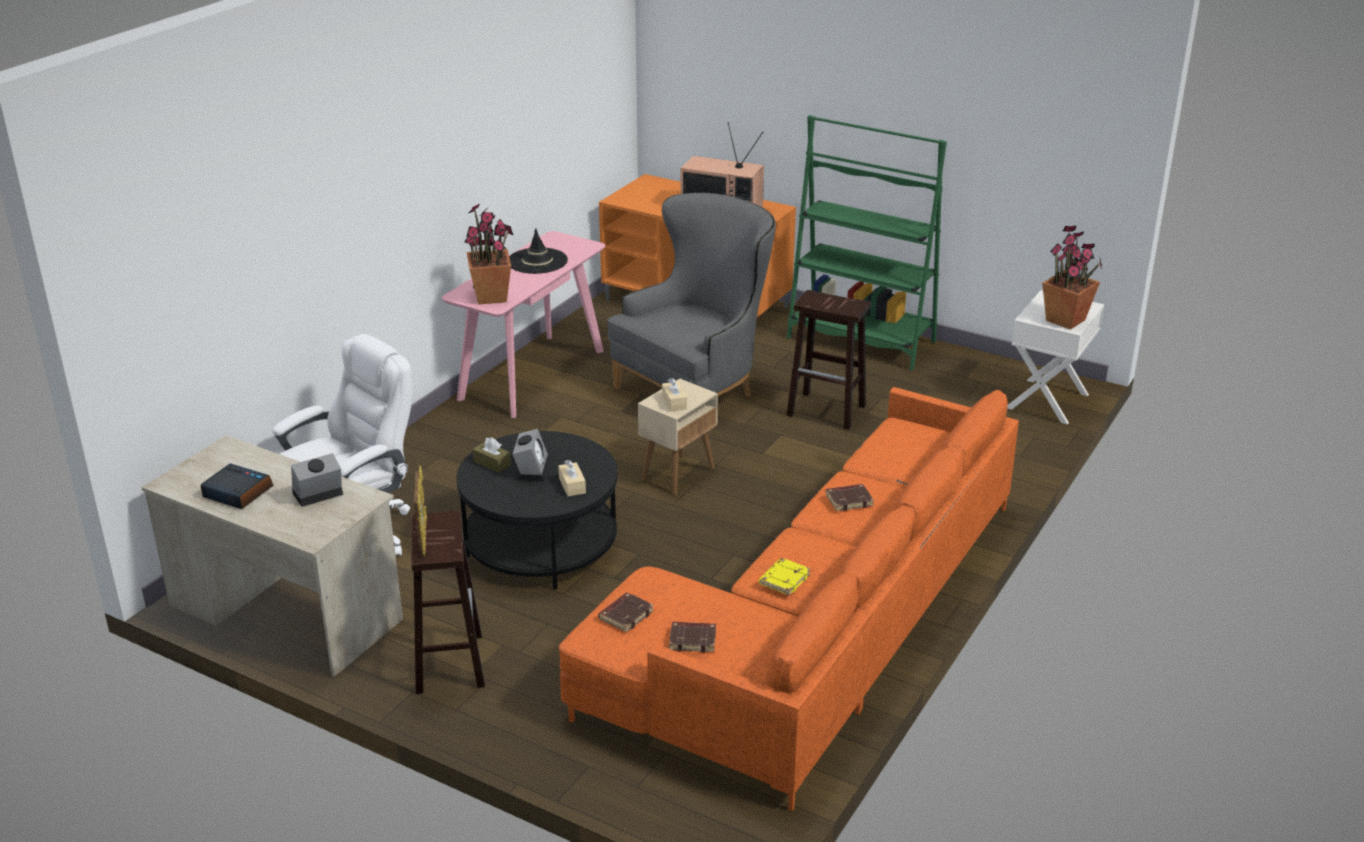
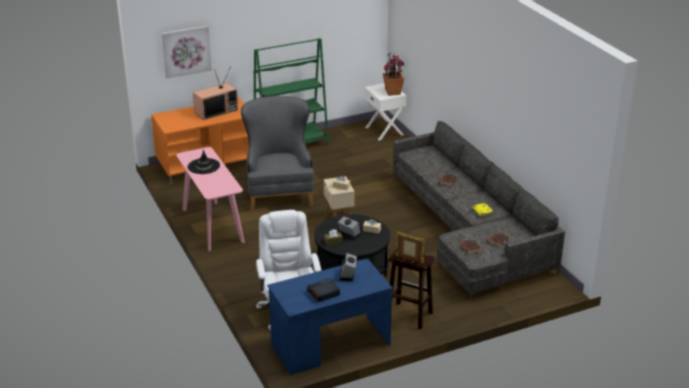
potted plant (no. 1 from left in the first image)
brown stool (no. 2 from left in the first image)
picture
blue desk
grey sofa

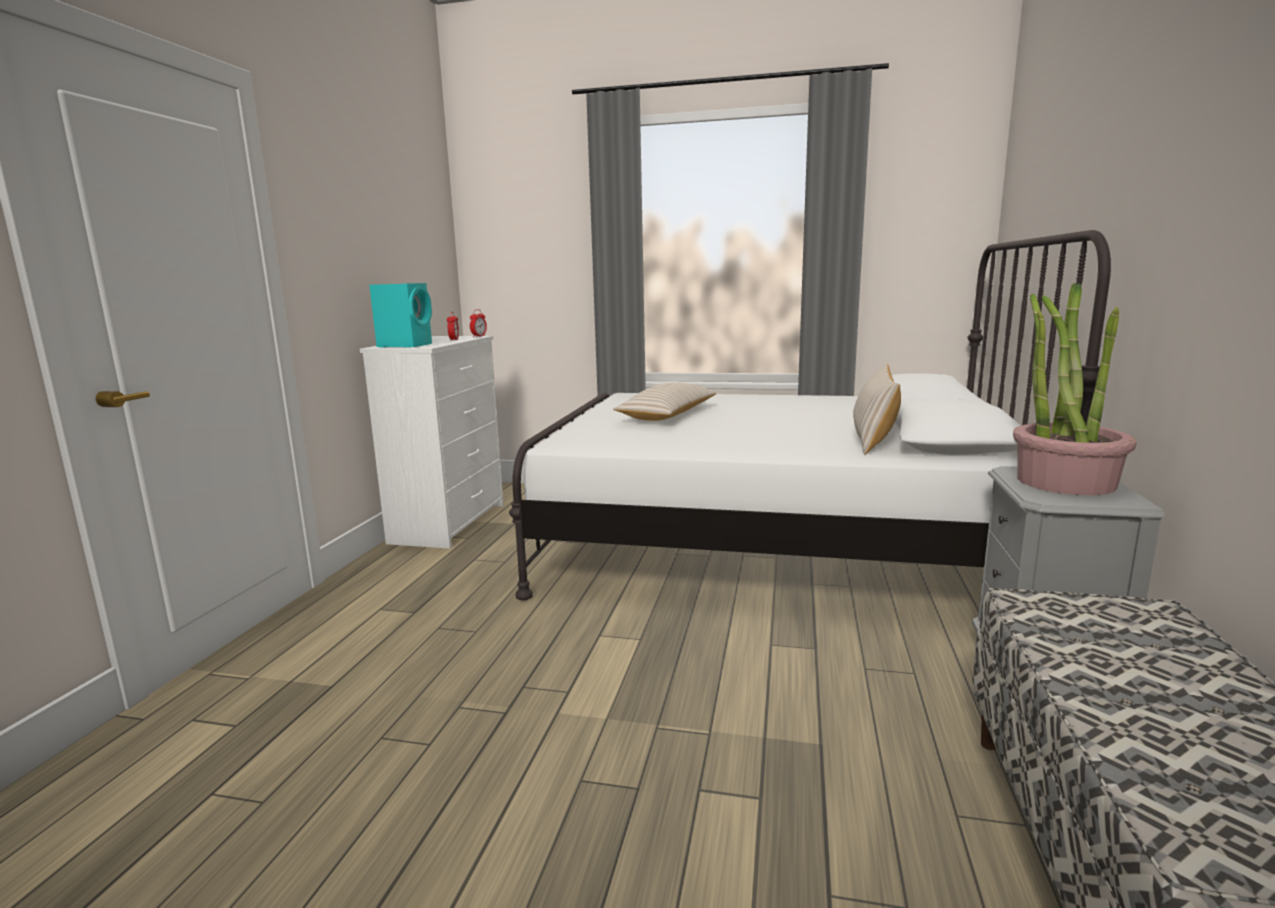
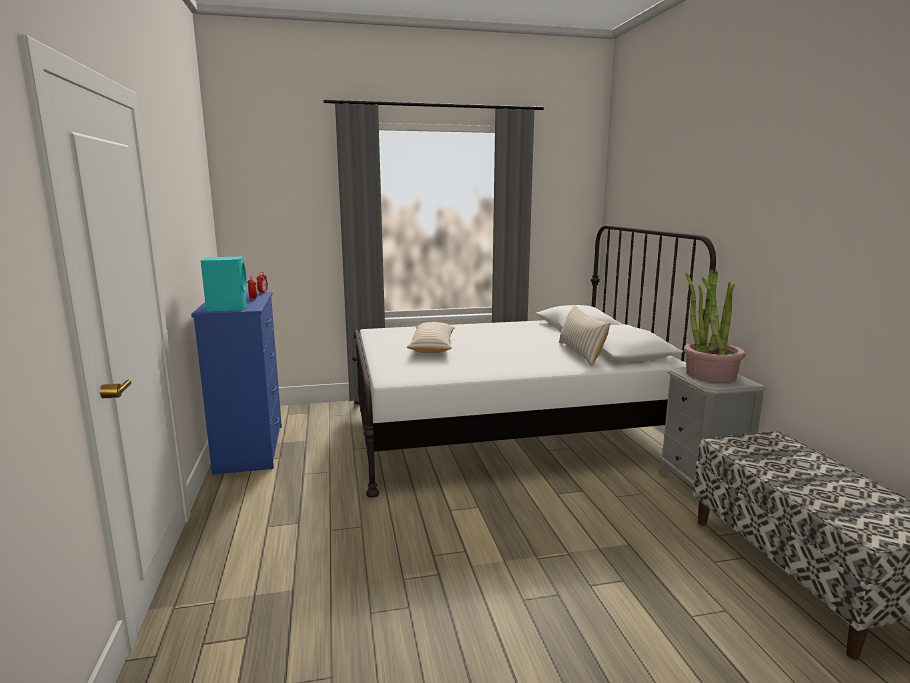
blue dresser

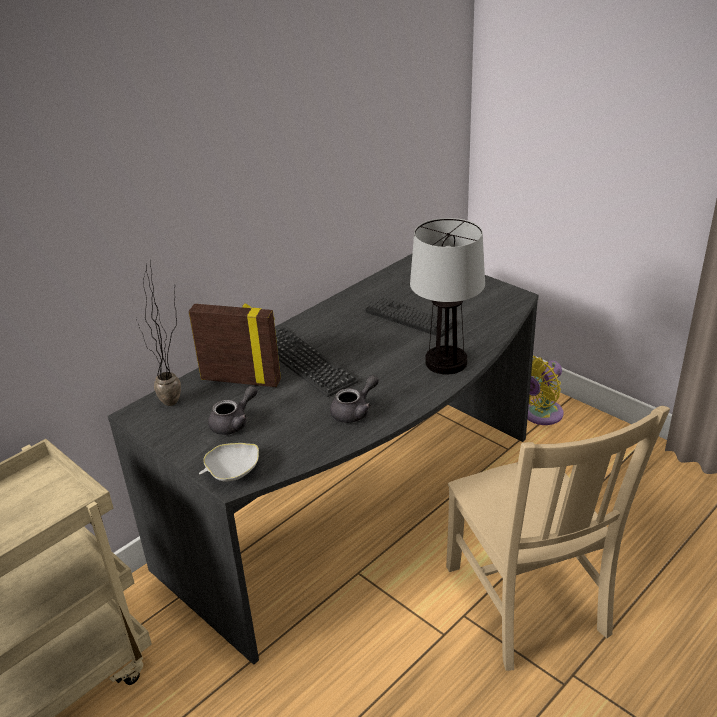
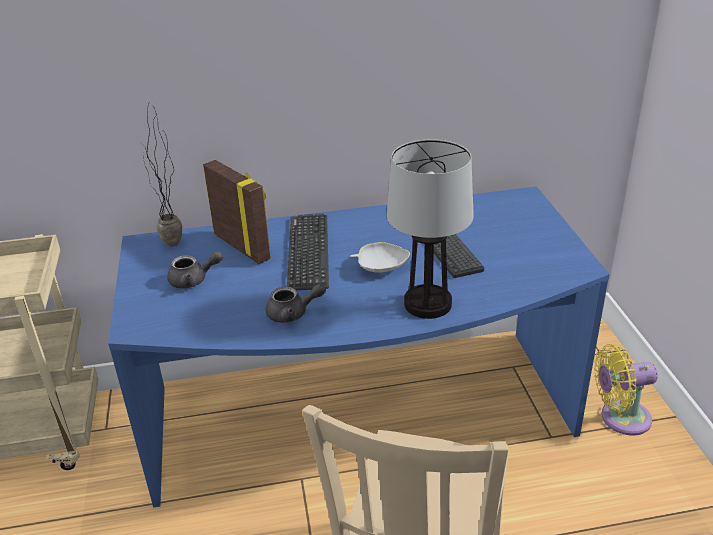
white bowl
blue desk

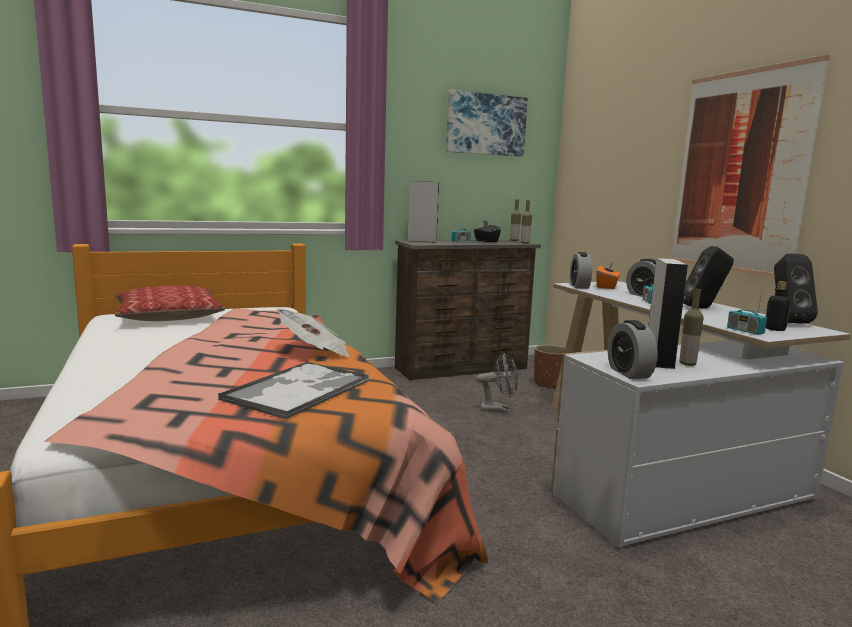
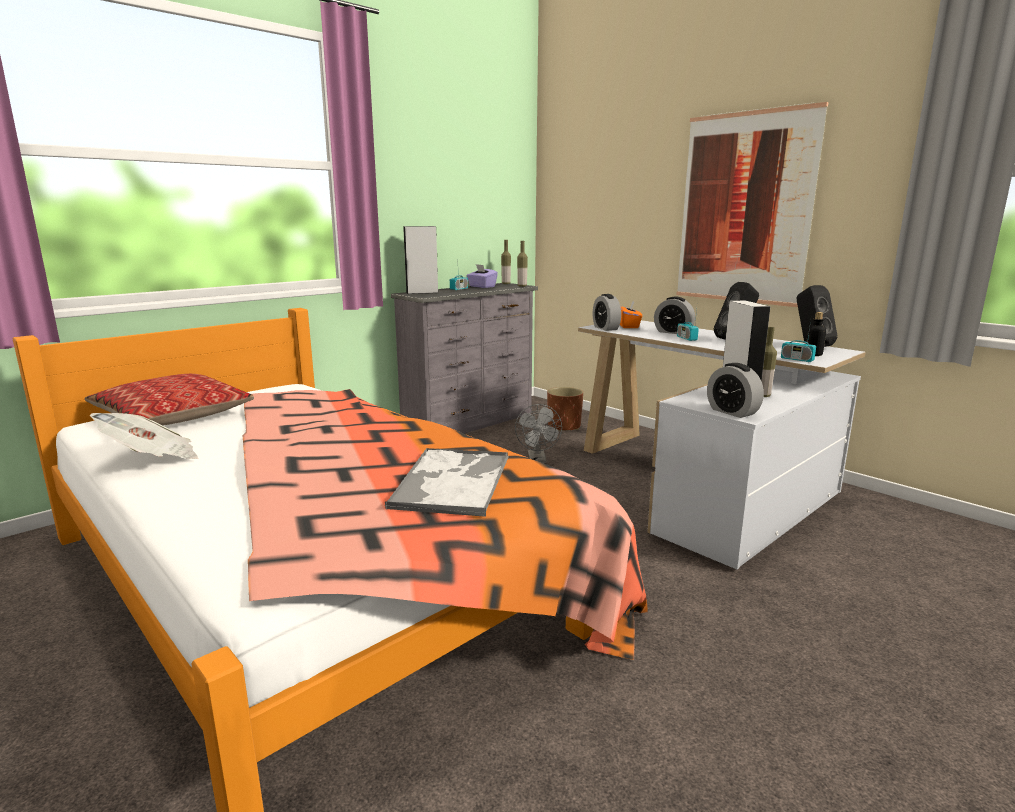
picture (no. 1 from left in the first image)
newspaper
grey dresser
purple tissue box
grey fan

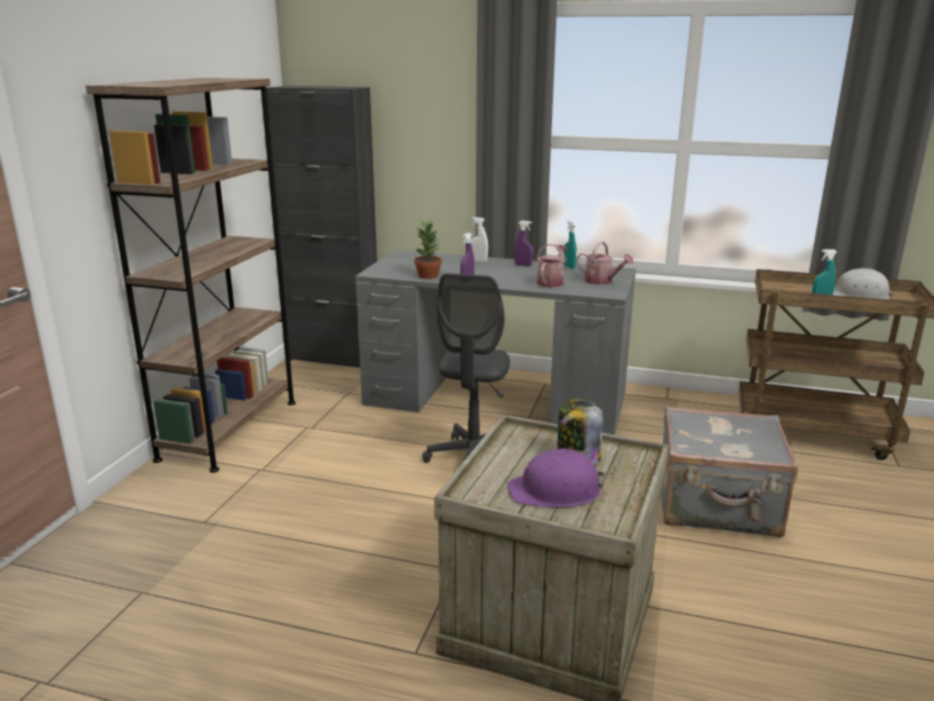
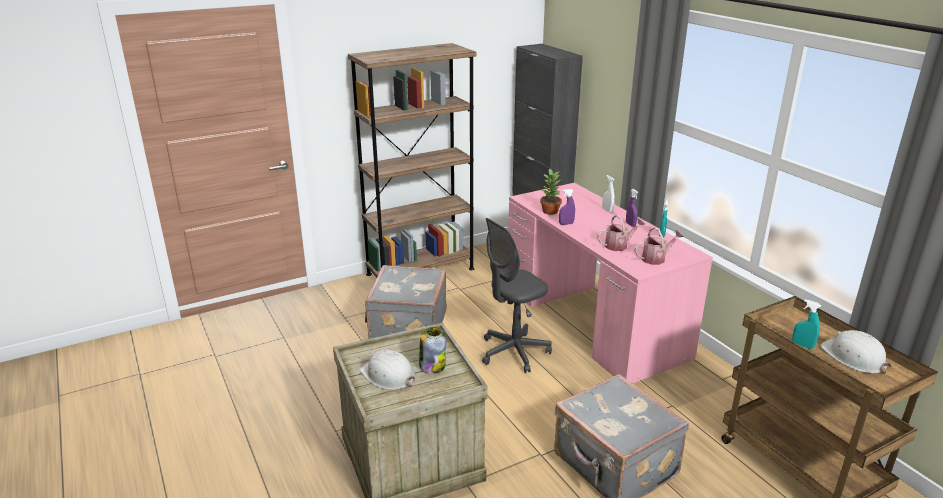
grey suitcase (no. 1 from left)
pink desk
white hard hat (no. 1 from left)
watering can (no. 2 from left)

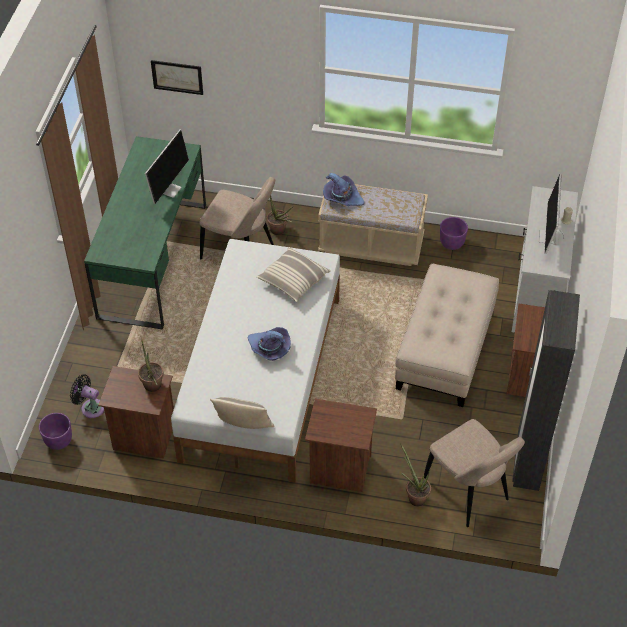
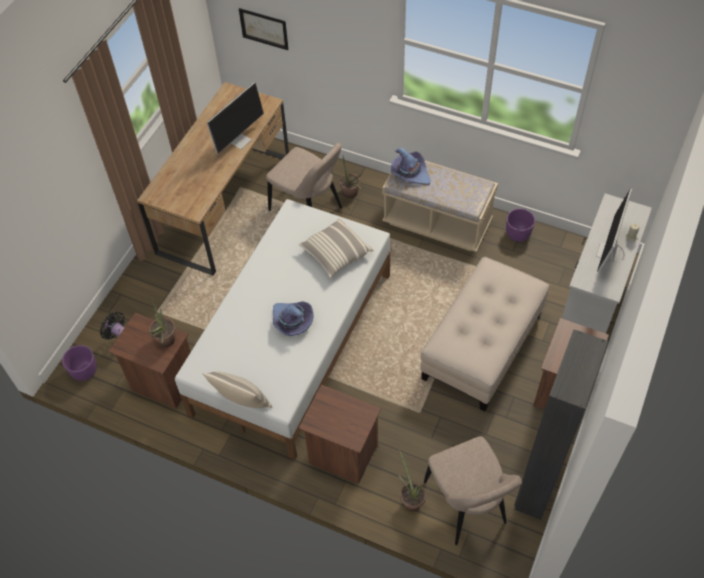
brown desk

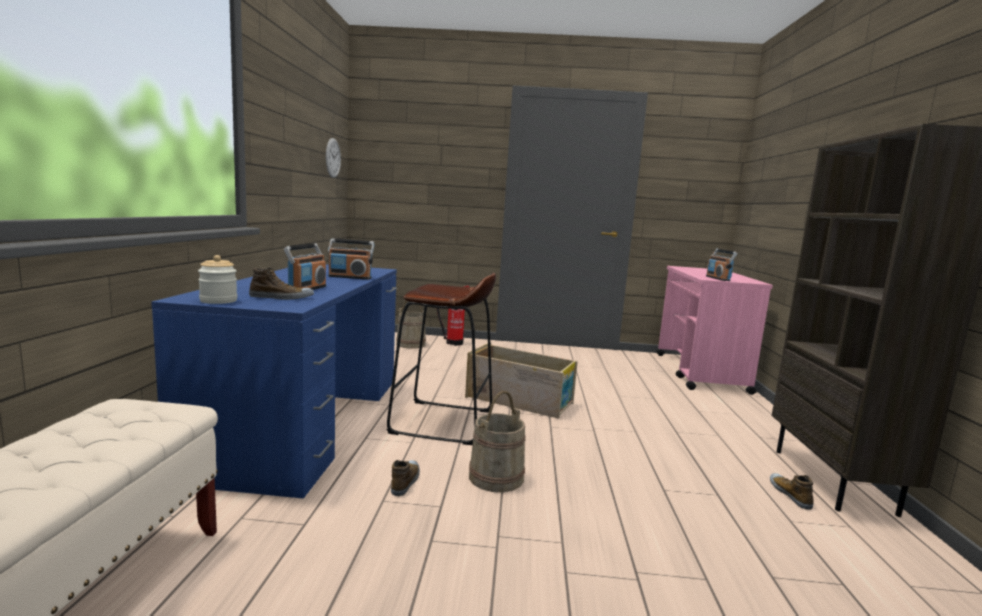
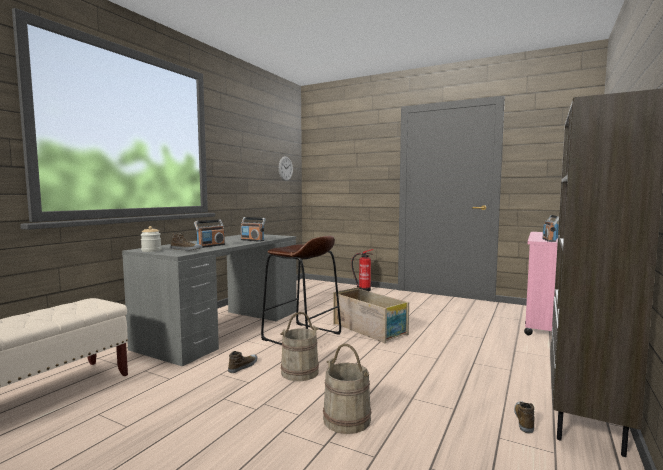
beige bucket (no. 2 from left)
grey desk

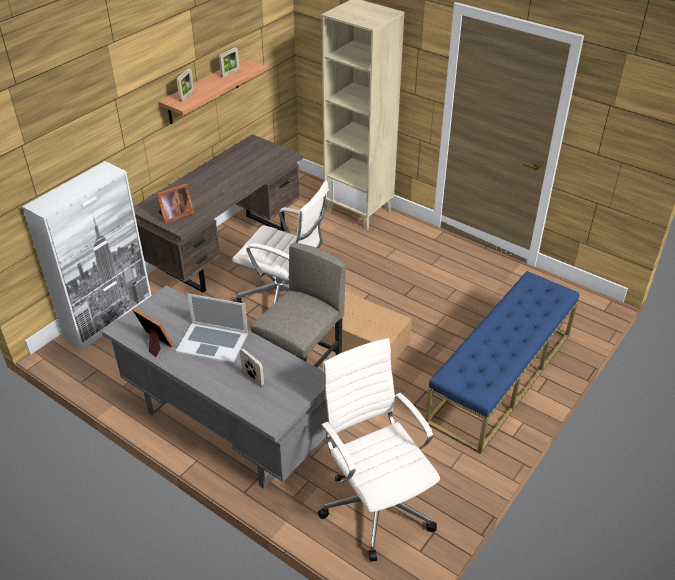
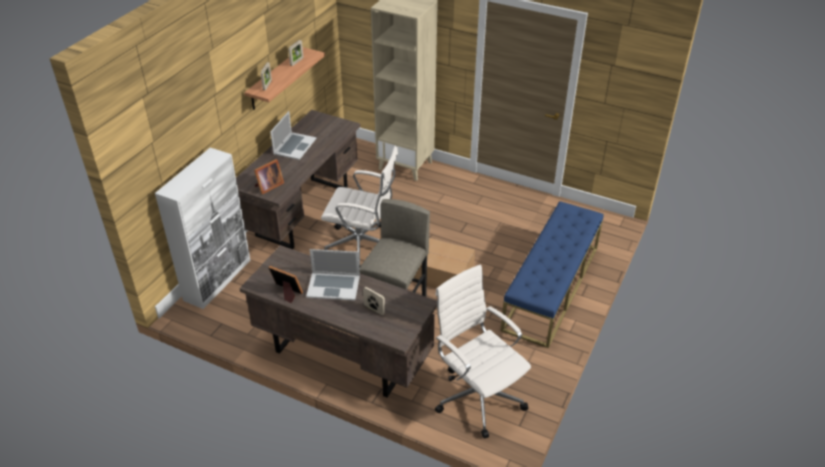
laptop (no. 1 from left)
brown desk (no. 2 from left)

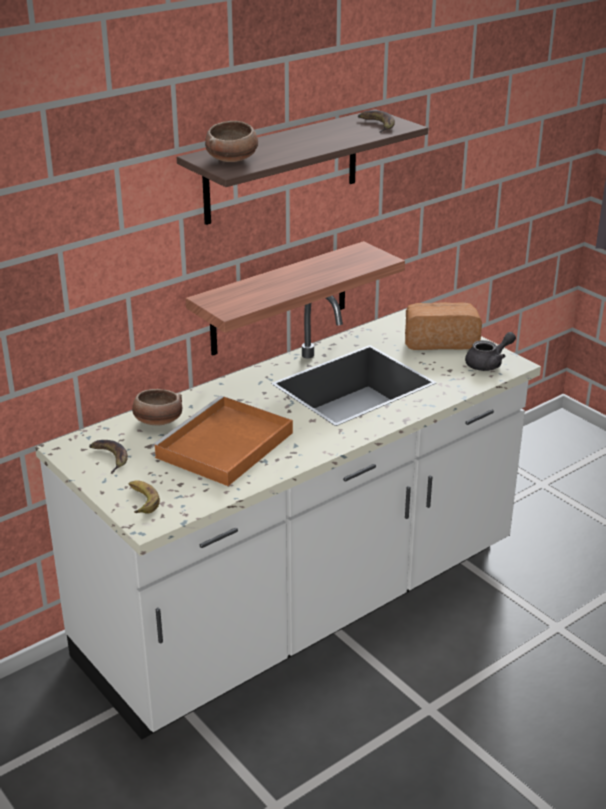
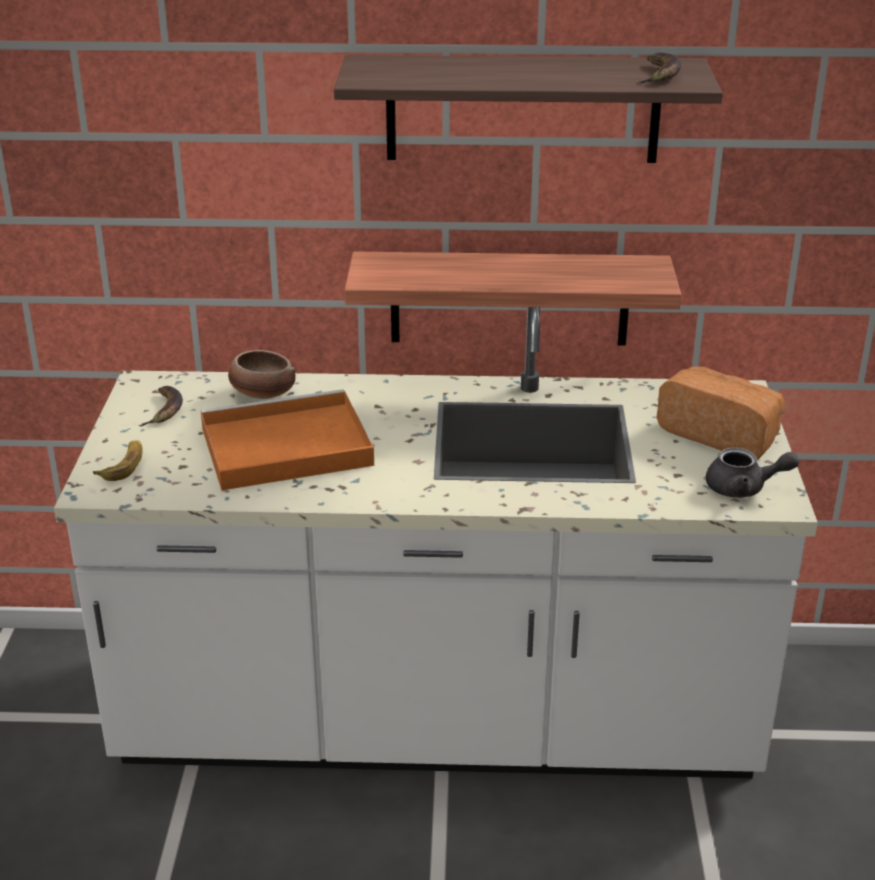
bowl (no. 2 from left in the first image)

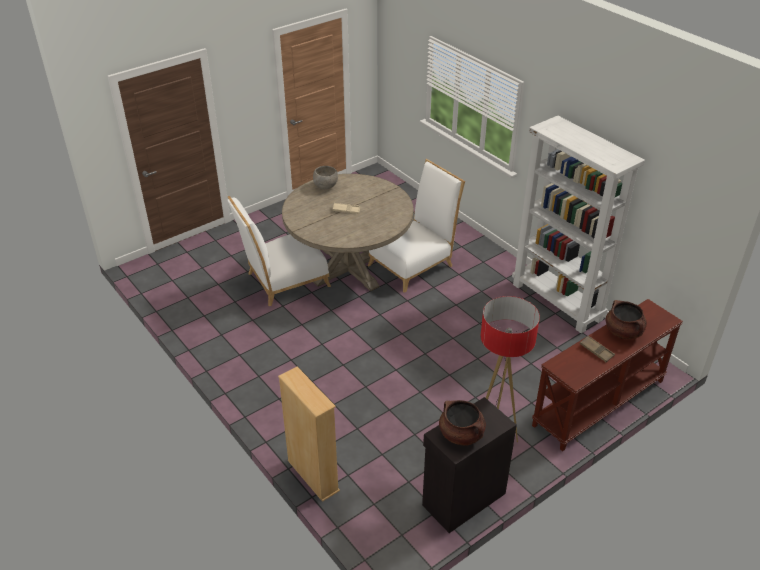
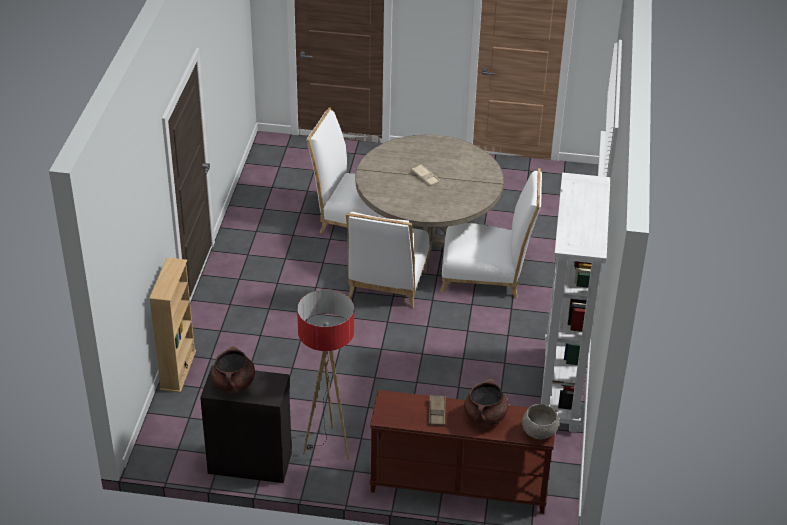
white chair (no. 2 from left)
grey bowl

